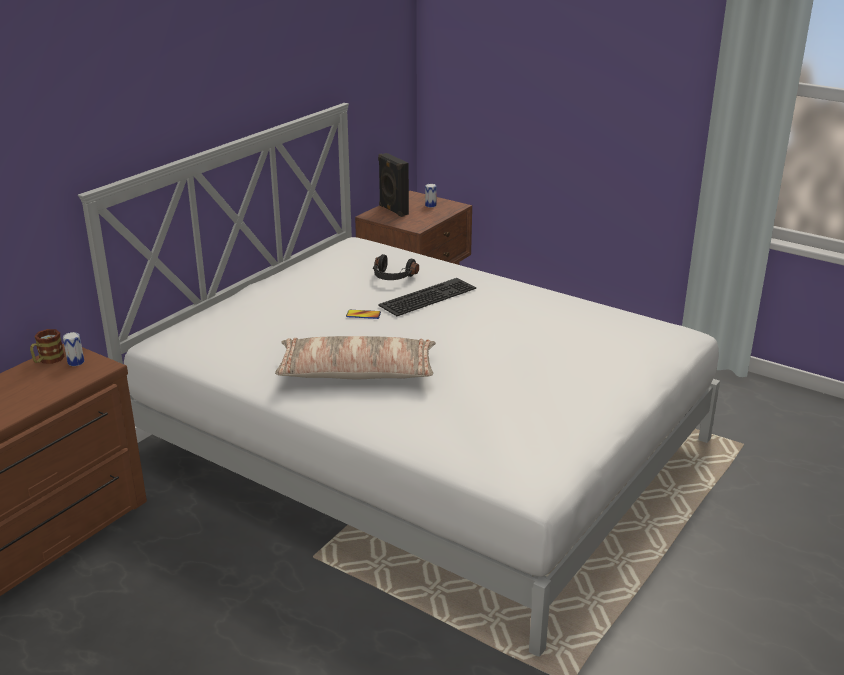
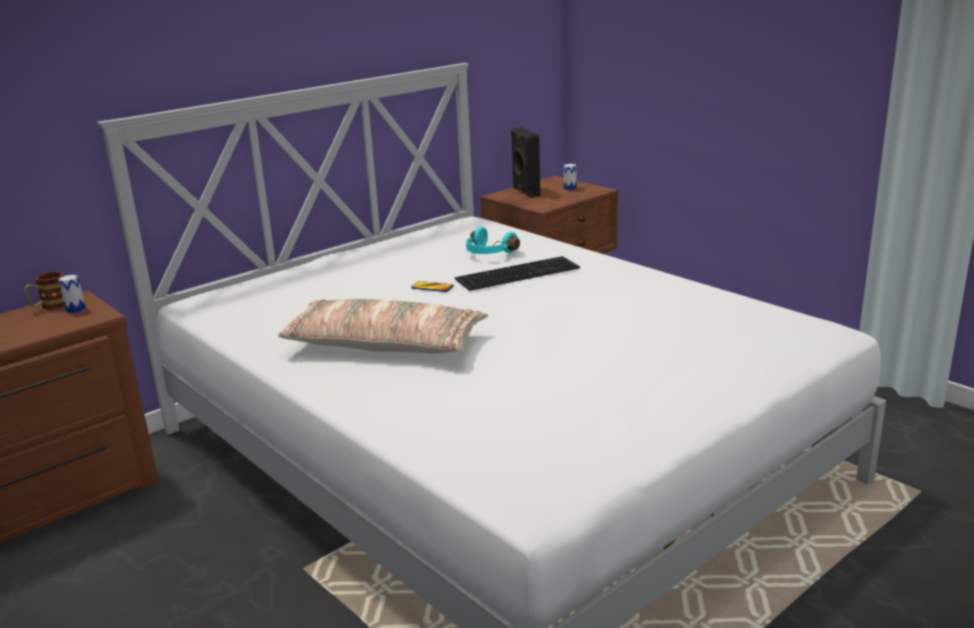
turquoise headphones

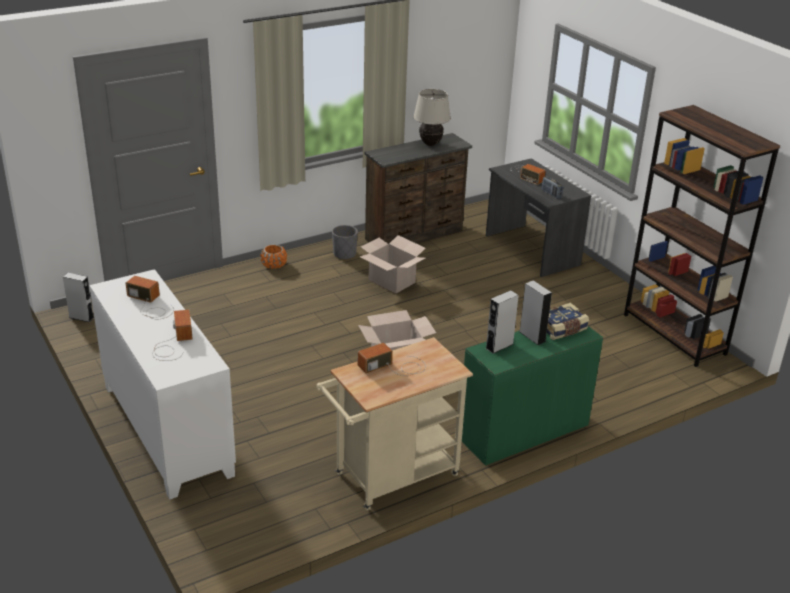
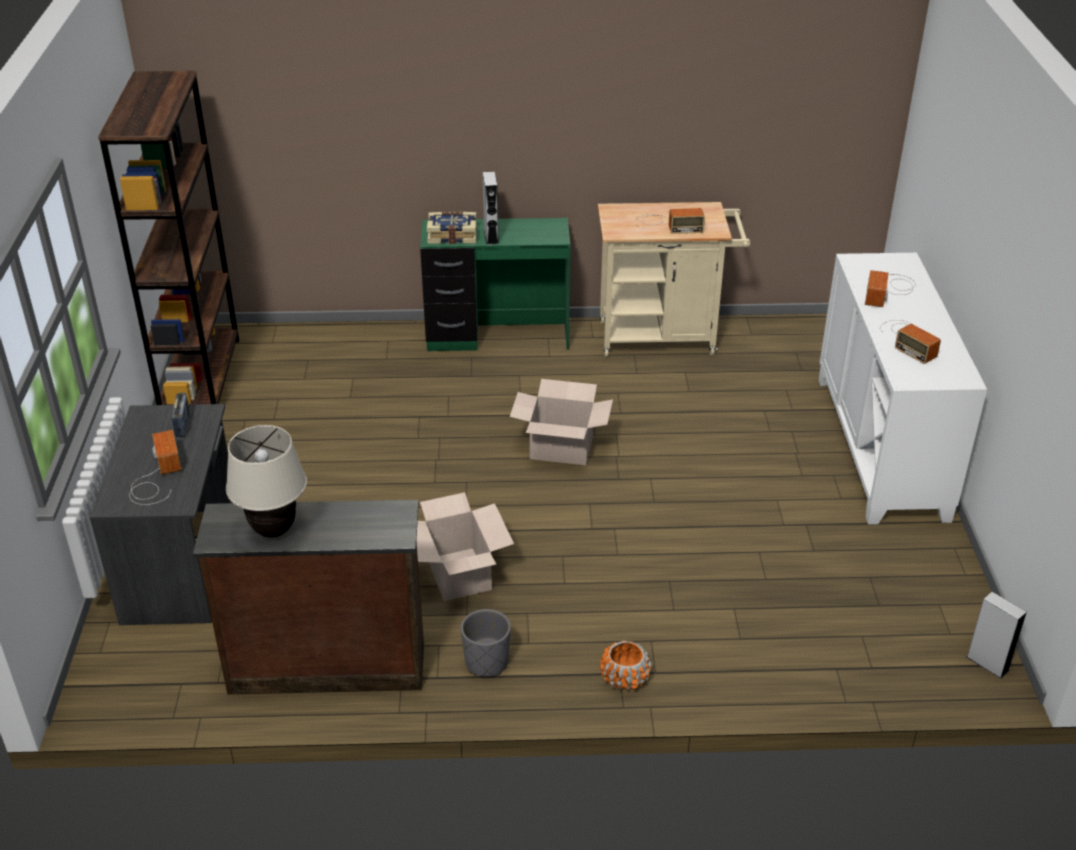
grey speaker (no. 2 from left in the first image)

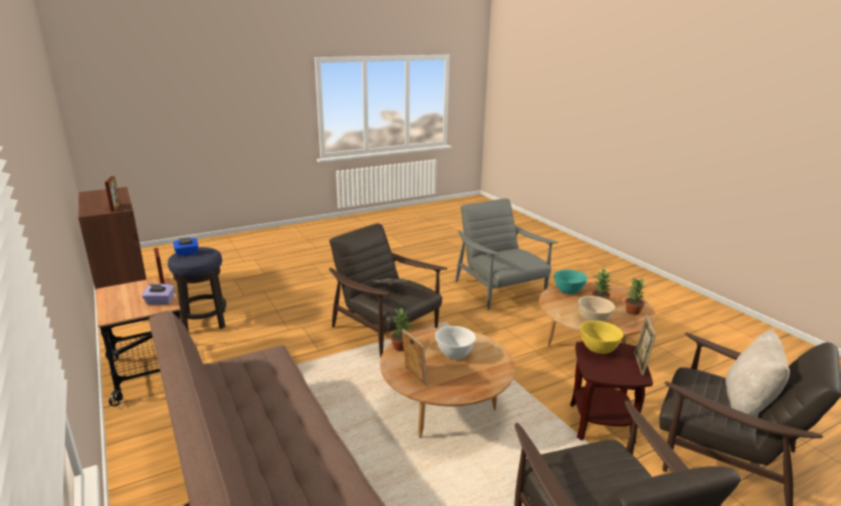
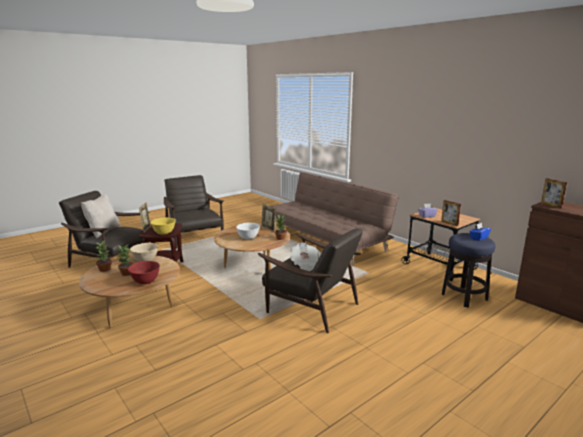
grey armchair
red bowl

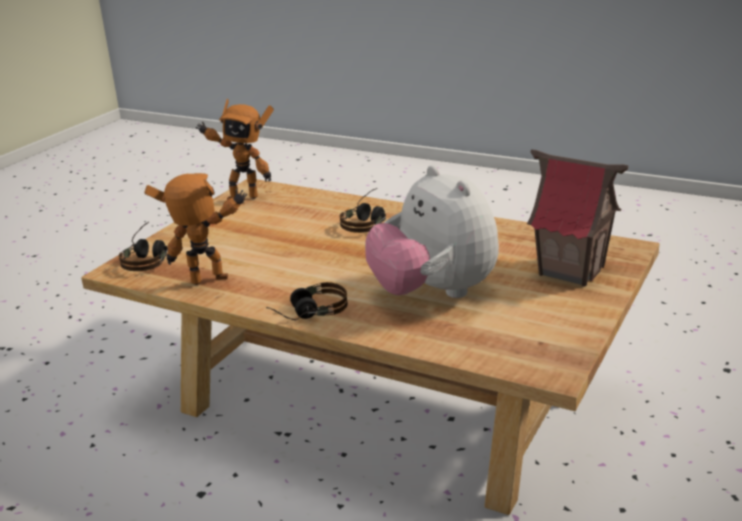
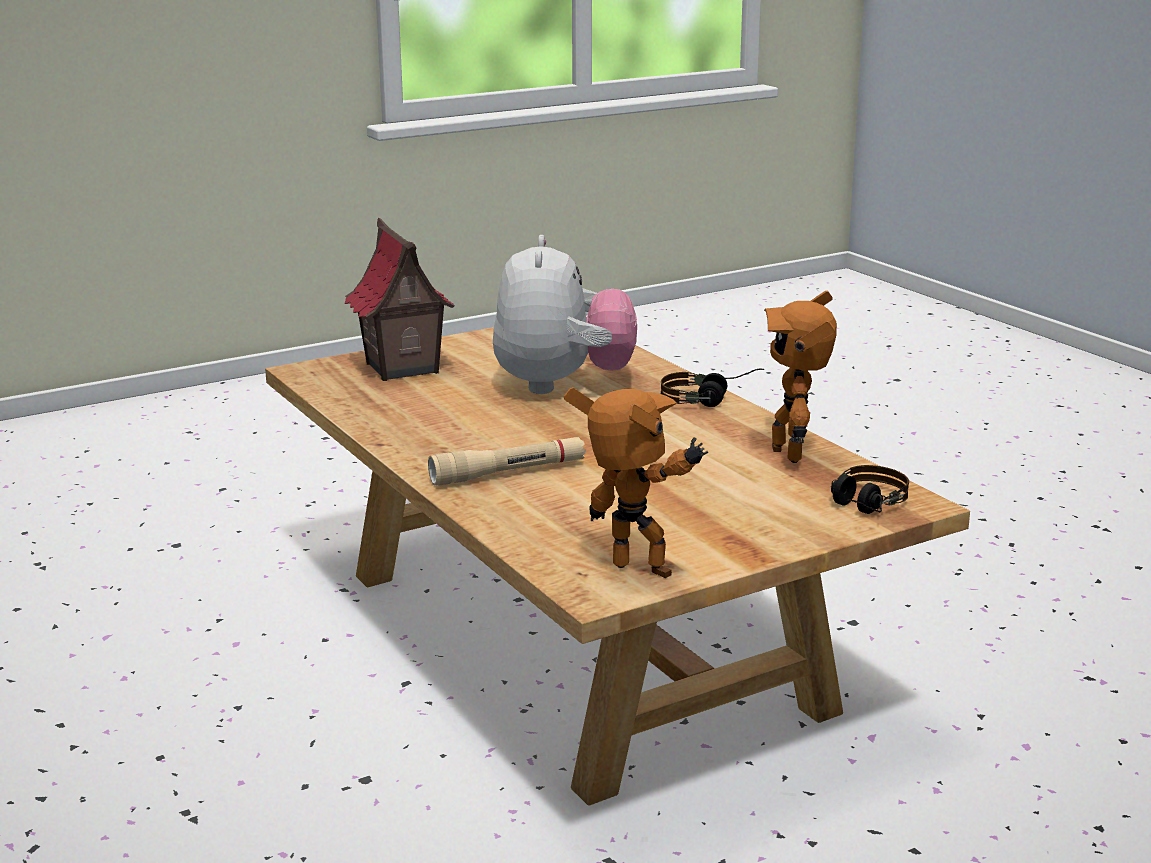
beige flashlight
toy robot (no. 2 from left)

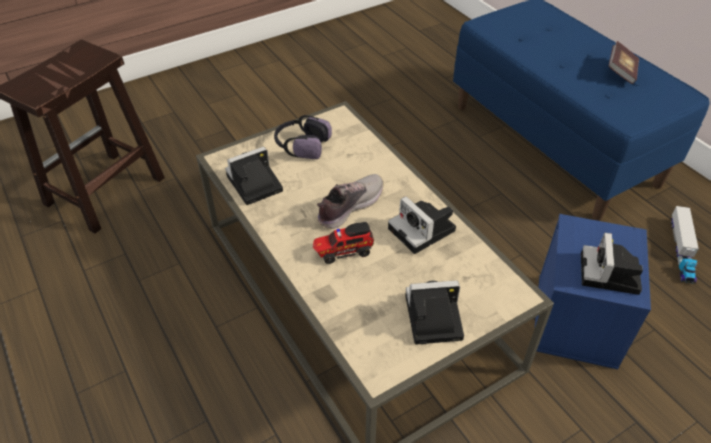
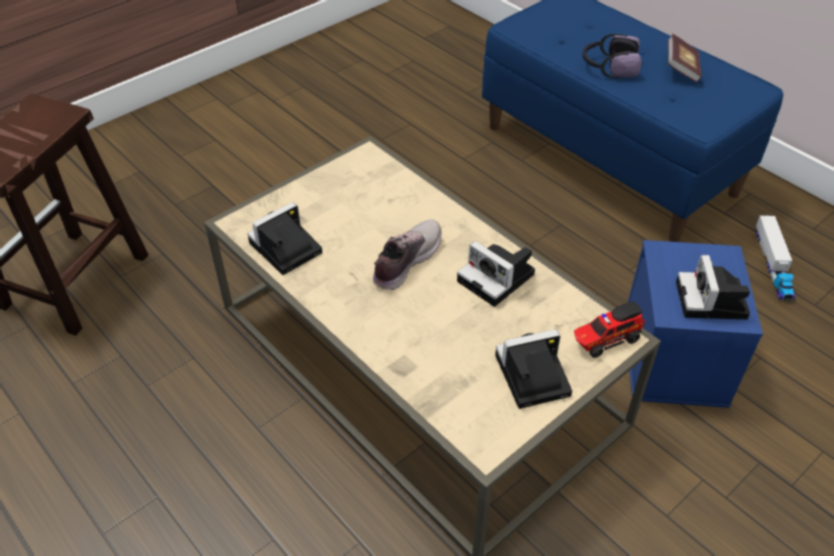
headphones
toy truck (no. 1 from left)

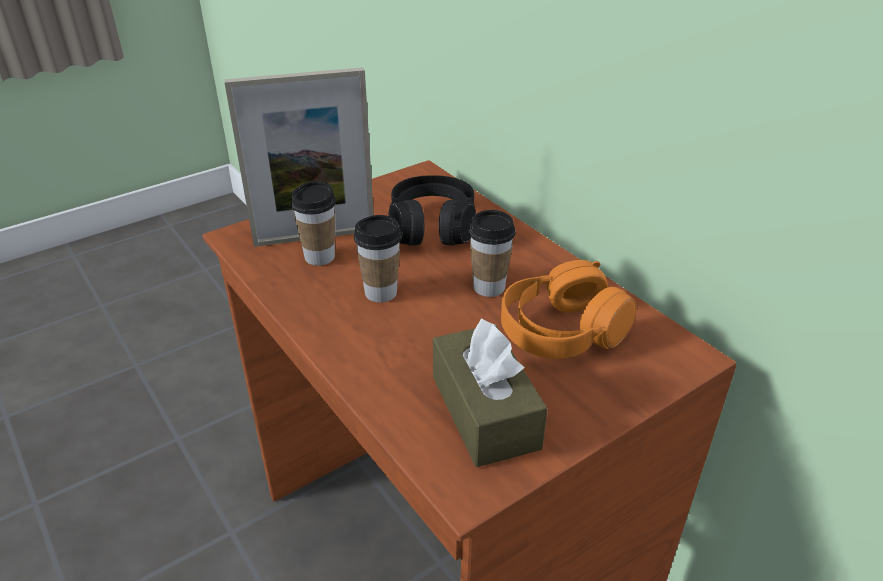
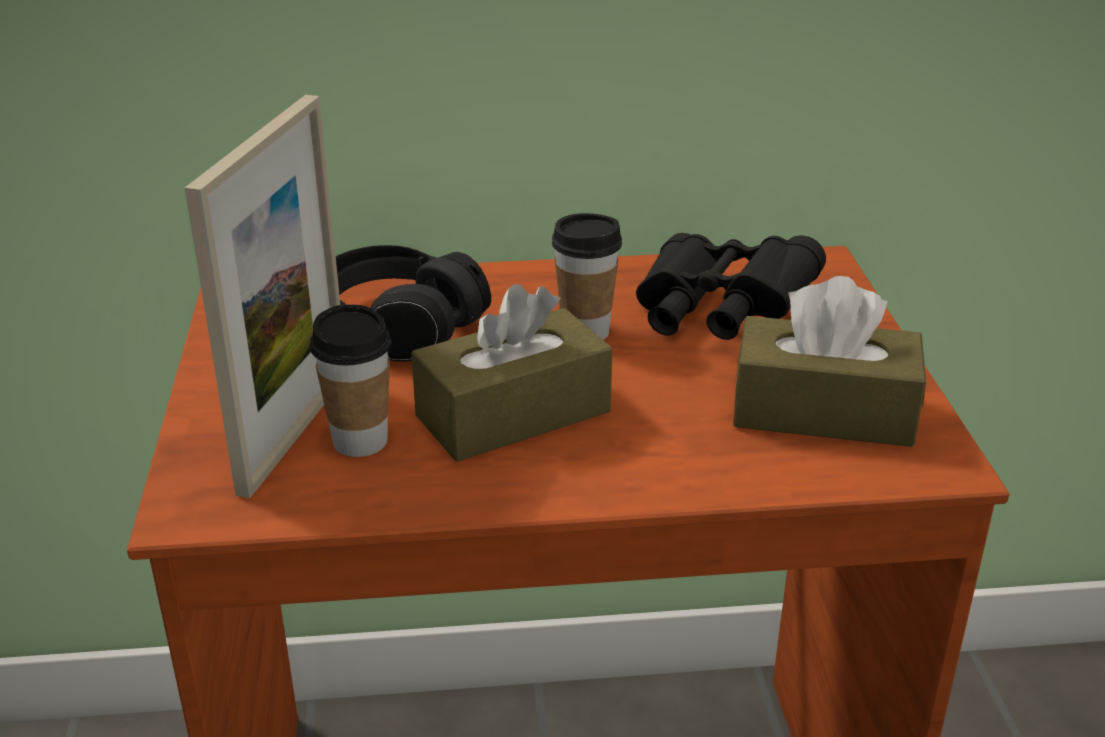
brown tissue box (no. 1 from left)
black binoculars

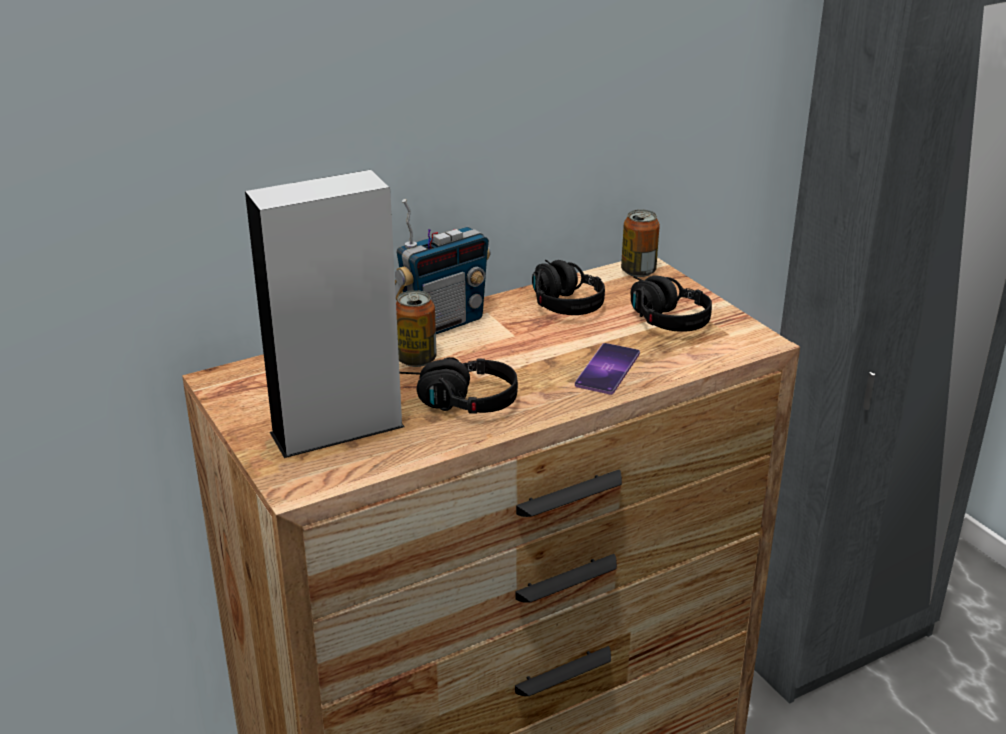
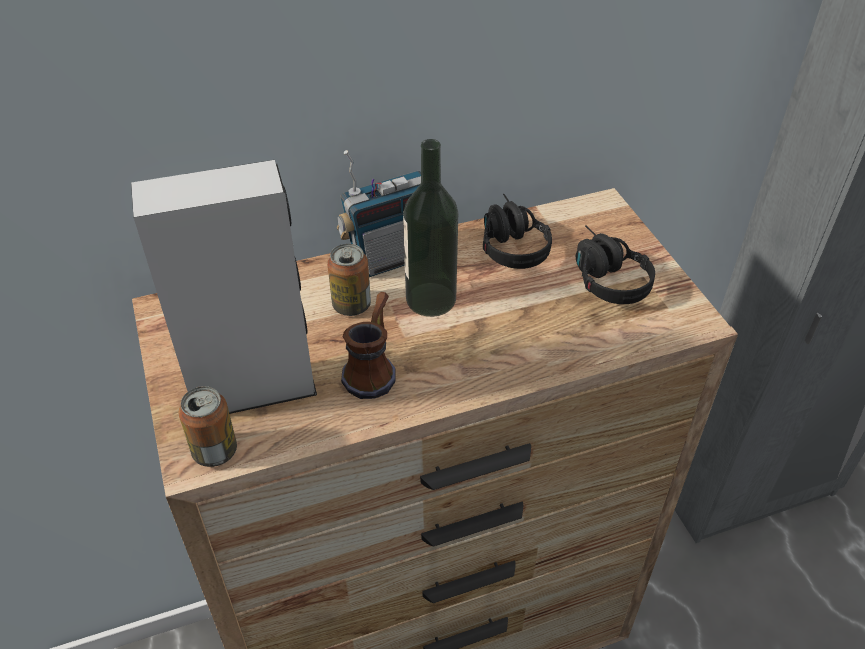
phone
bottle
can (no. 1 from left)
mug

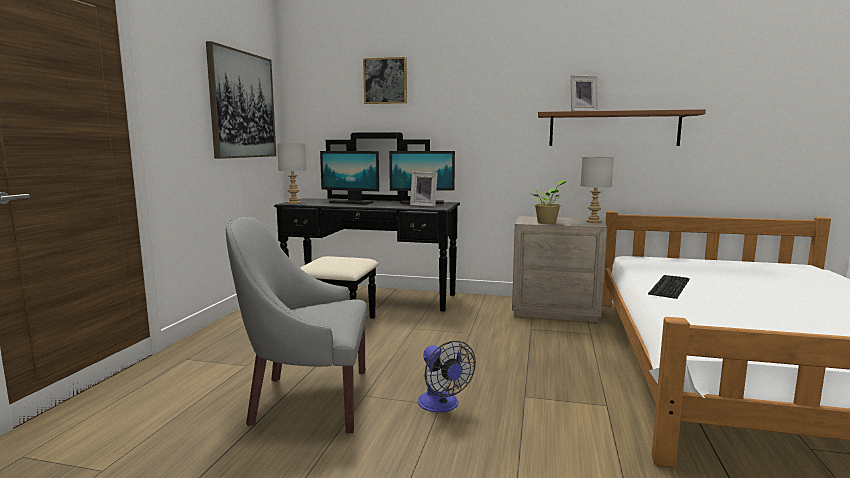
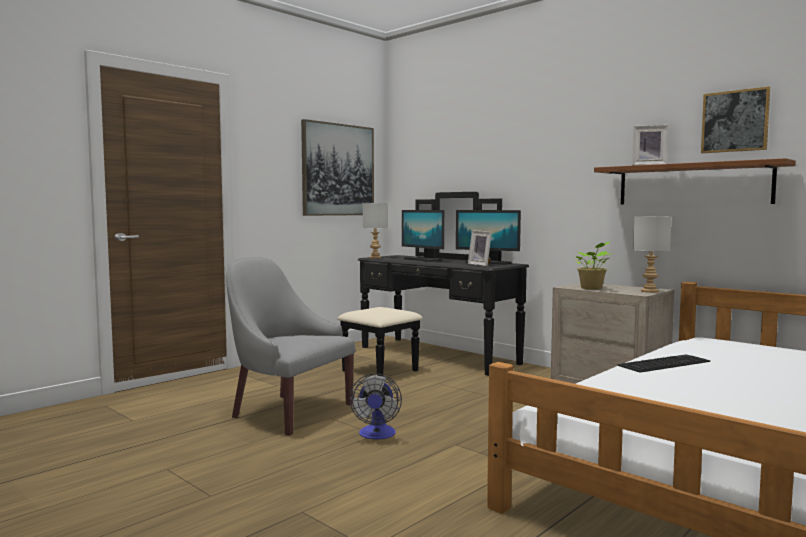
picture (no. 2 from left)

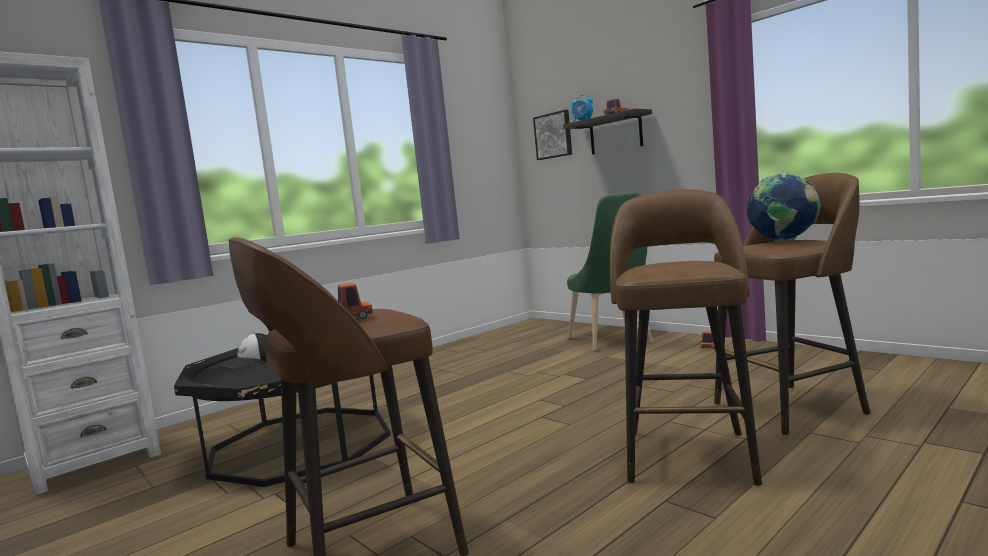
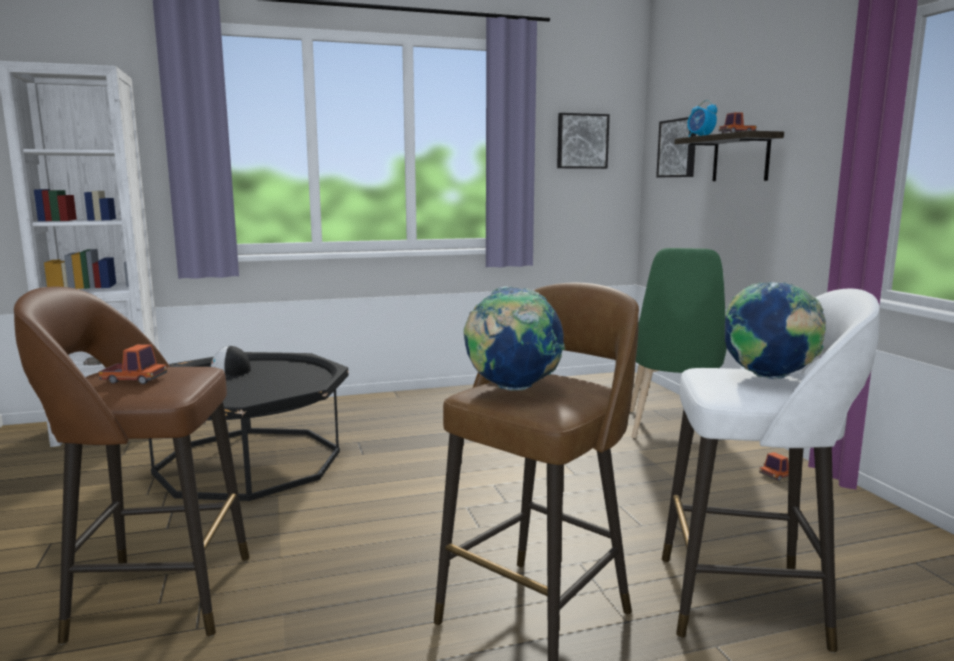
globe (no. 1 from left)
picture (no. 1 from left)
white stool

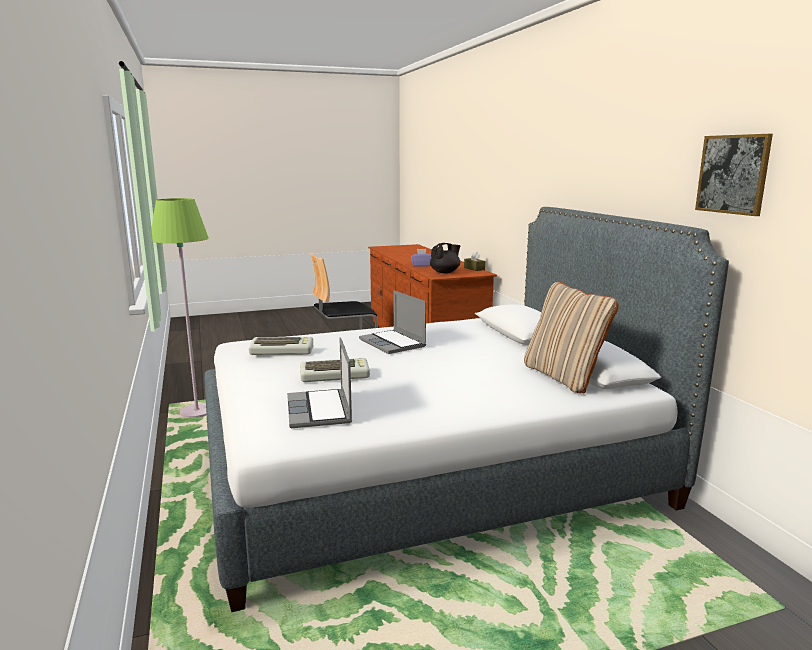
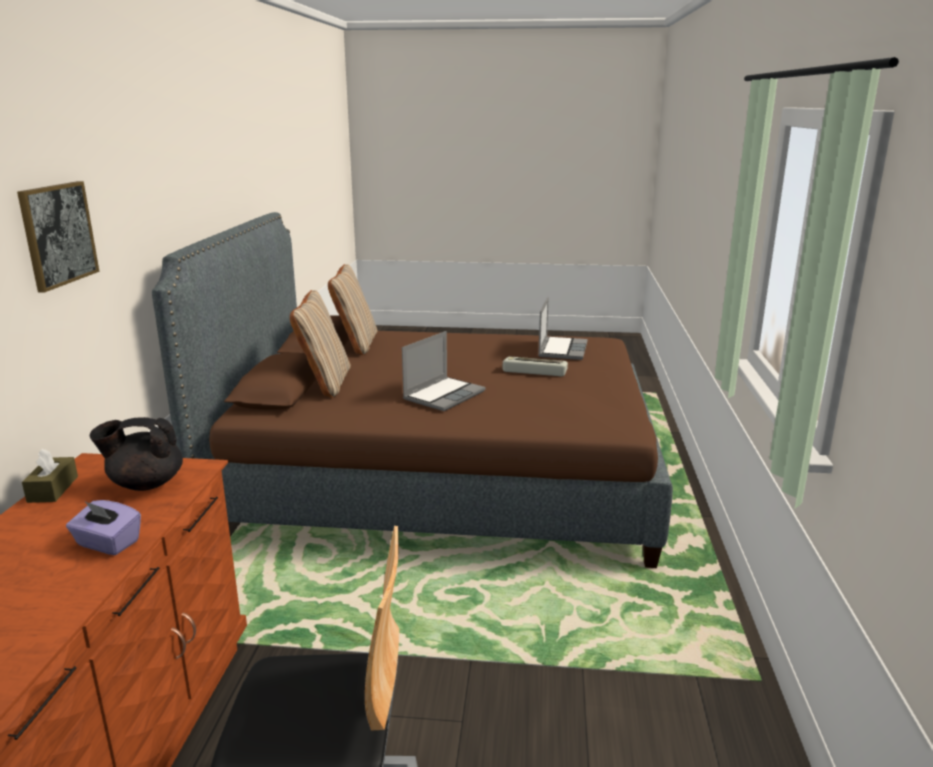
green floor lamp
keyboard (no. 1 from left in the first image)
beige pillow (no. 1 from left)
picture
brown bed
laptop (no. 1 from left)

